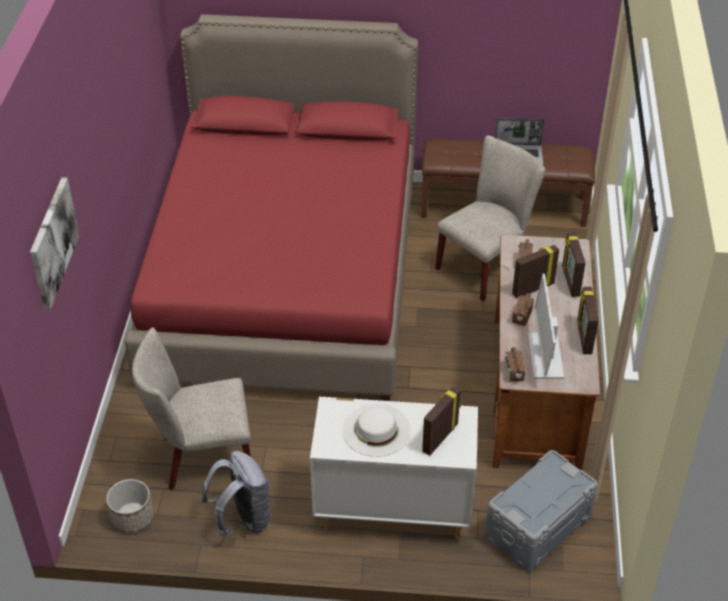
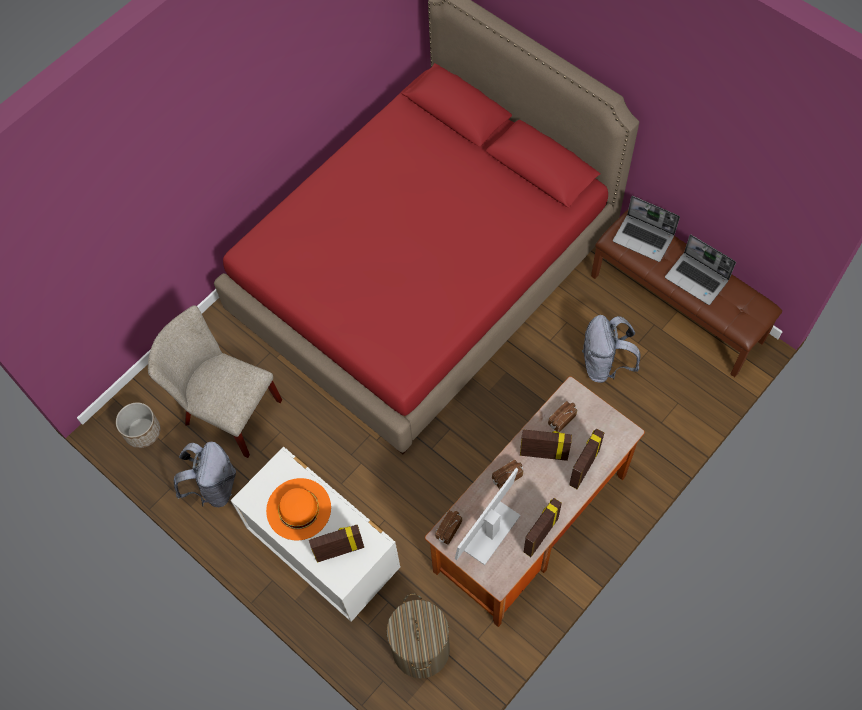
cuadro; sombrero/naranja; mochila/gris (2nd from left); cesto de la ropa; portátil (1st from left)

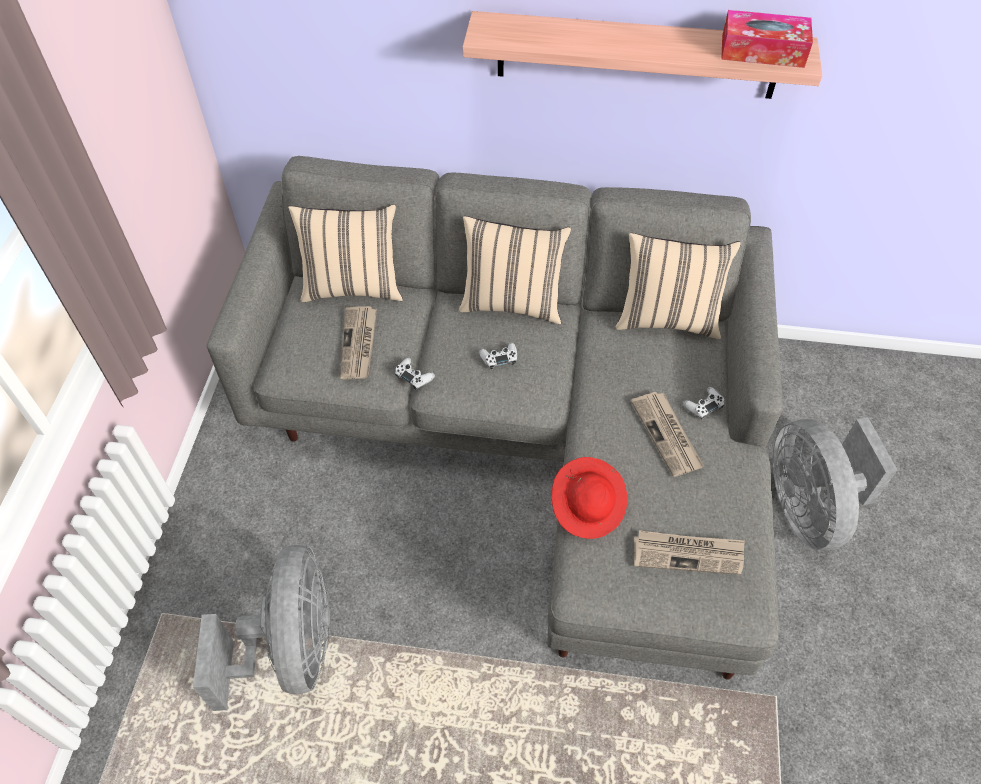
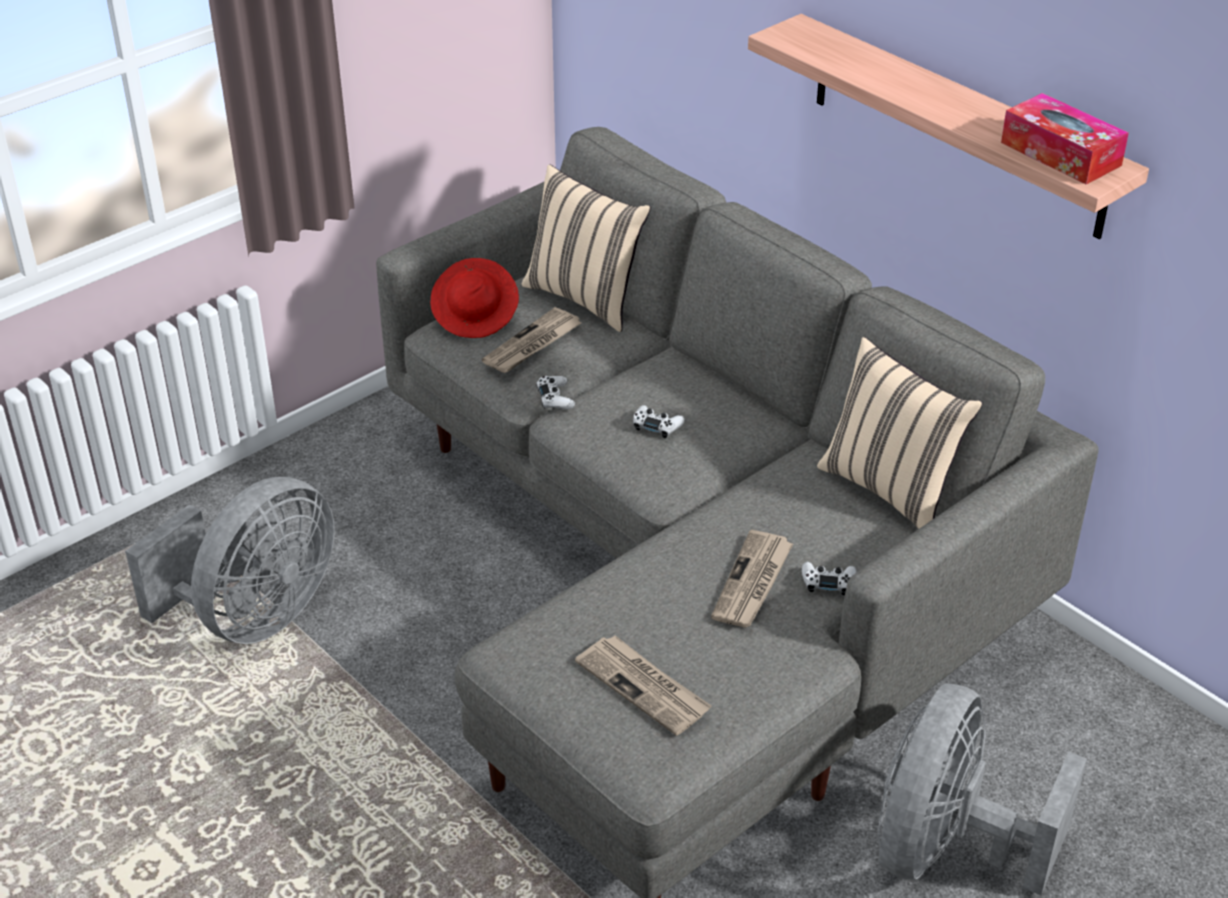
cojín/beis (2nd from left in the first image); sombrero/rojo

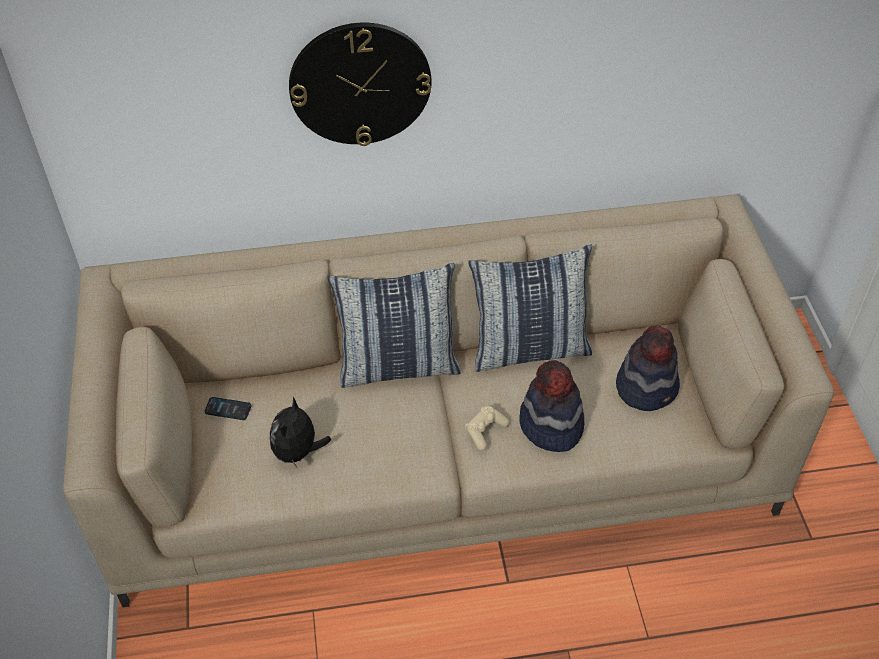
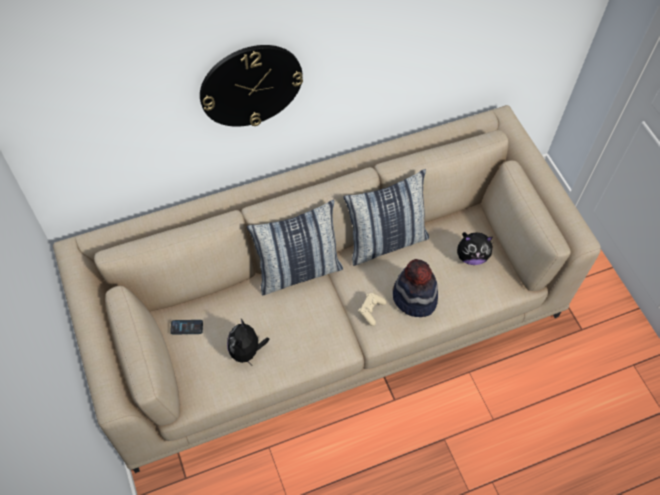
peluche (2nd from left)

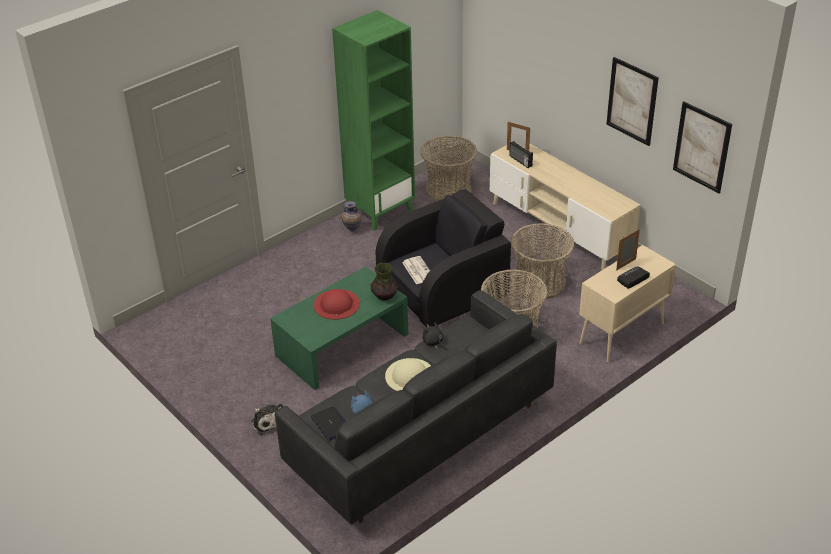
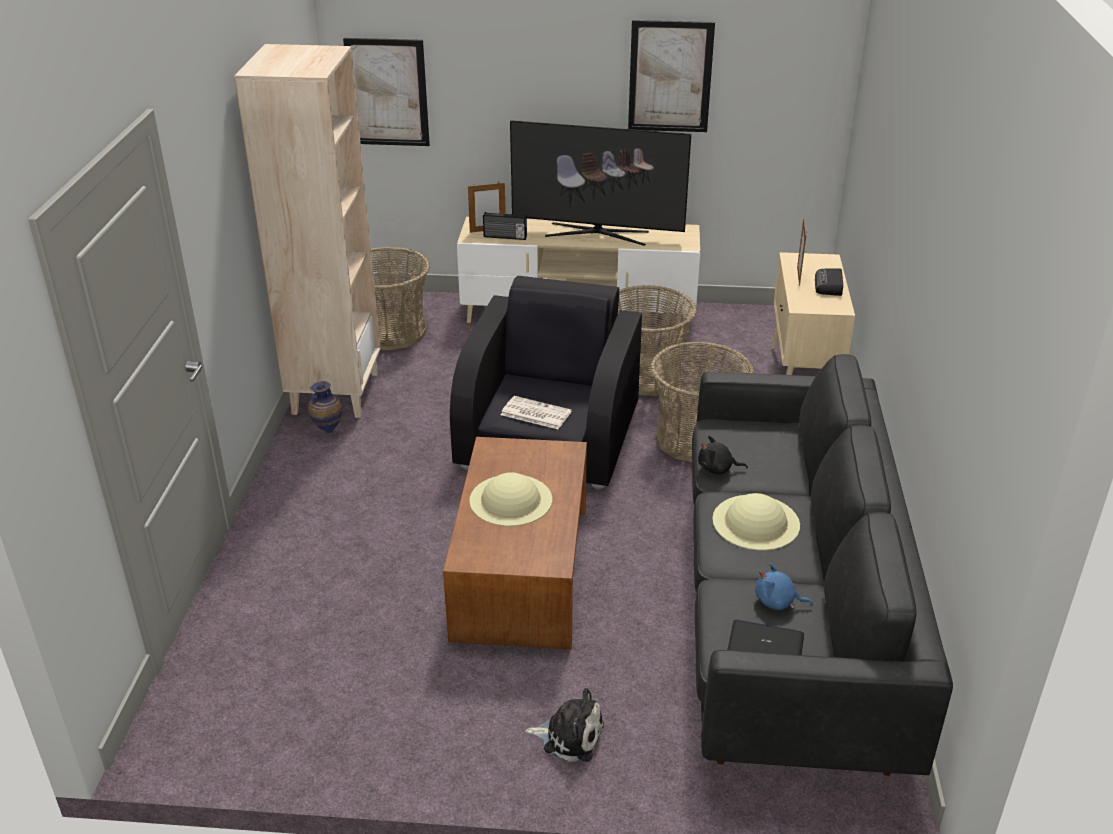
mesa de centro/marrón; sombrero/beis (1st from left); estantería/beis; florero (2nd from left in the first image); cuadro (1st from left); televisor

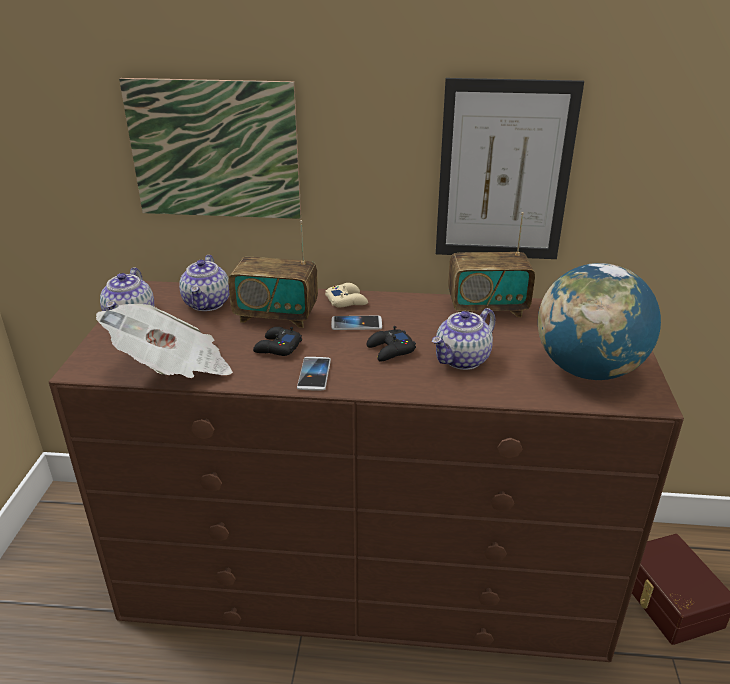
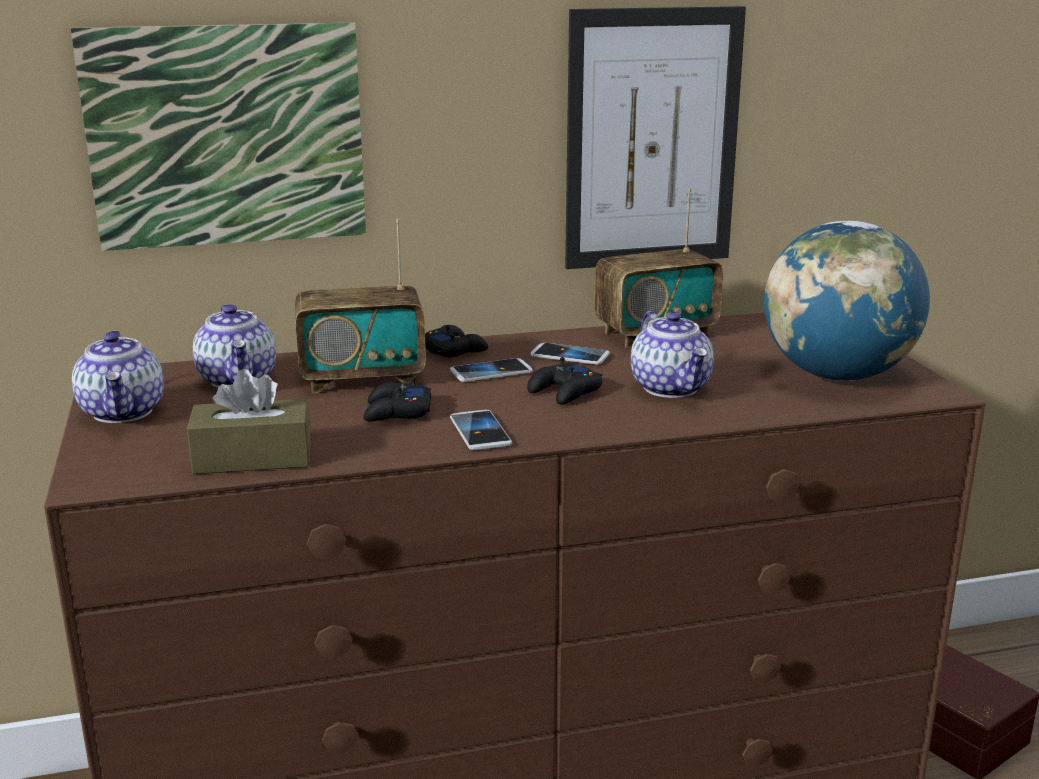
caja de pañuelos/marrón; mando de consola/negro (2nd from left); tetera (3rd from left); móvil (3rd from left)

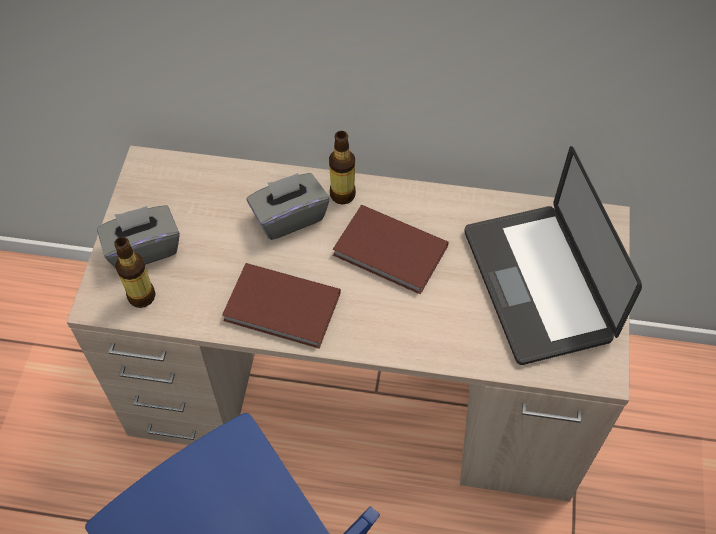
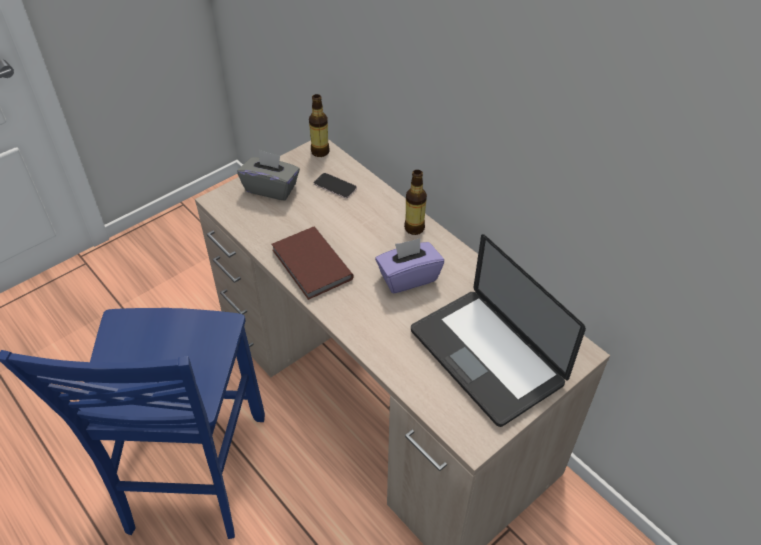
botella (1st from left); caja de pañuelos/gris (2nd from left in the first image); caja de pañuelos/morado; portátil; móvil

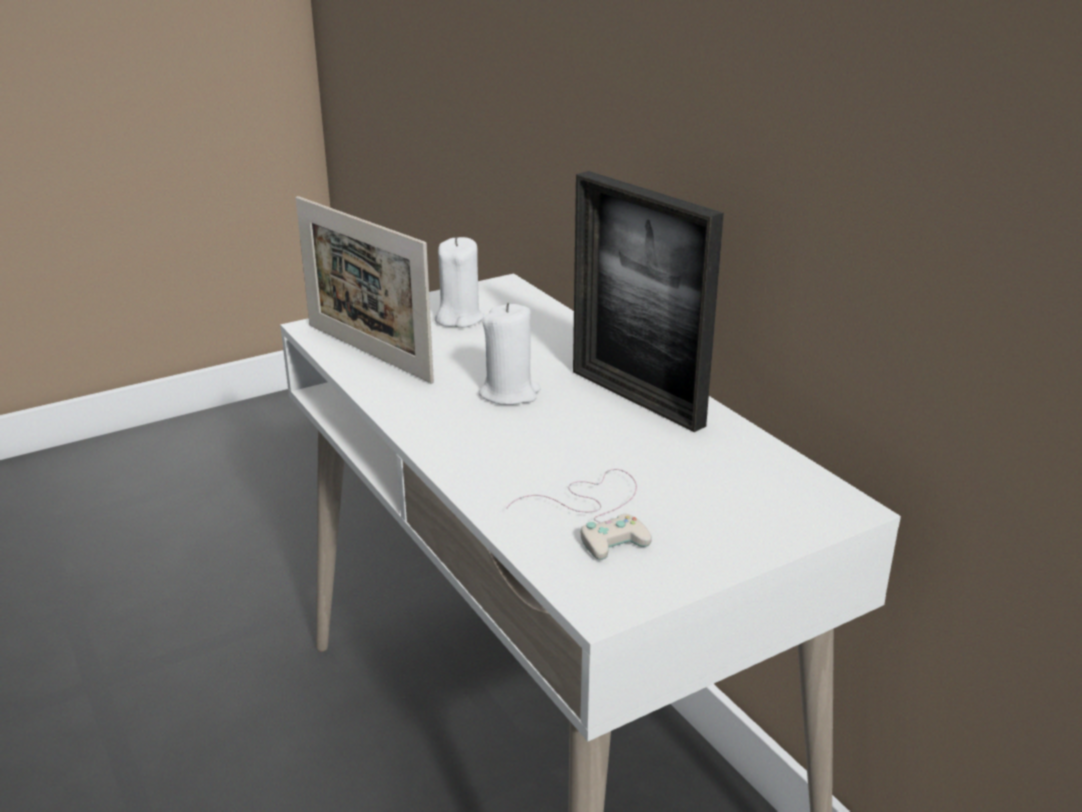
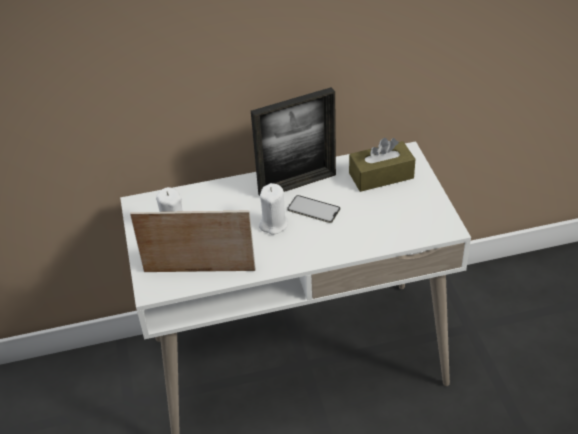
portarretratos (1st from left); mando de consola/blanco; móvil; caja de pañuelos/marrón

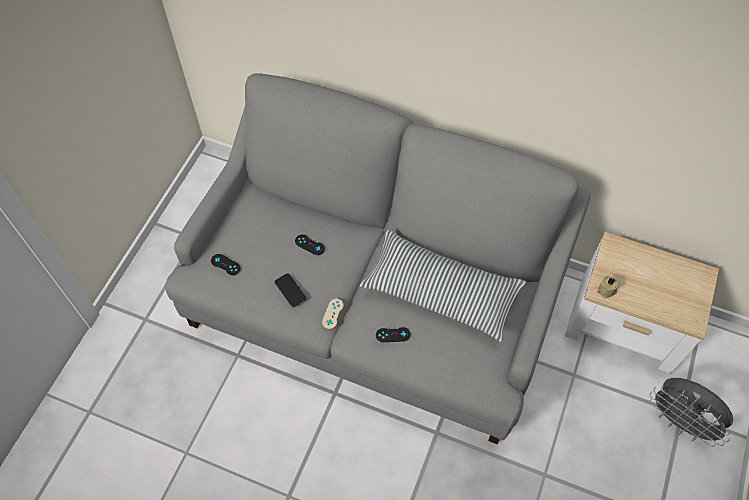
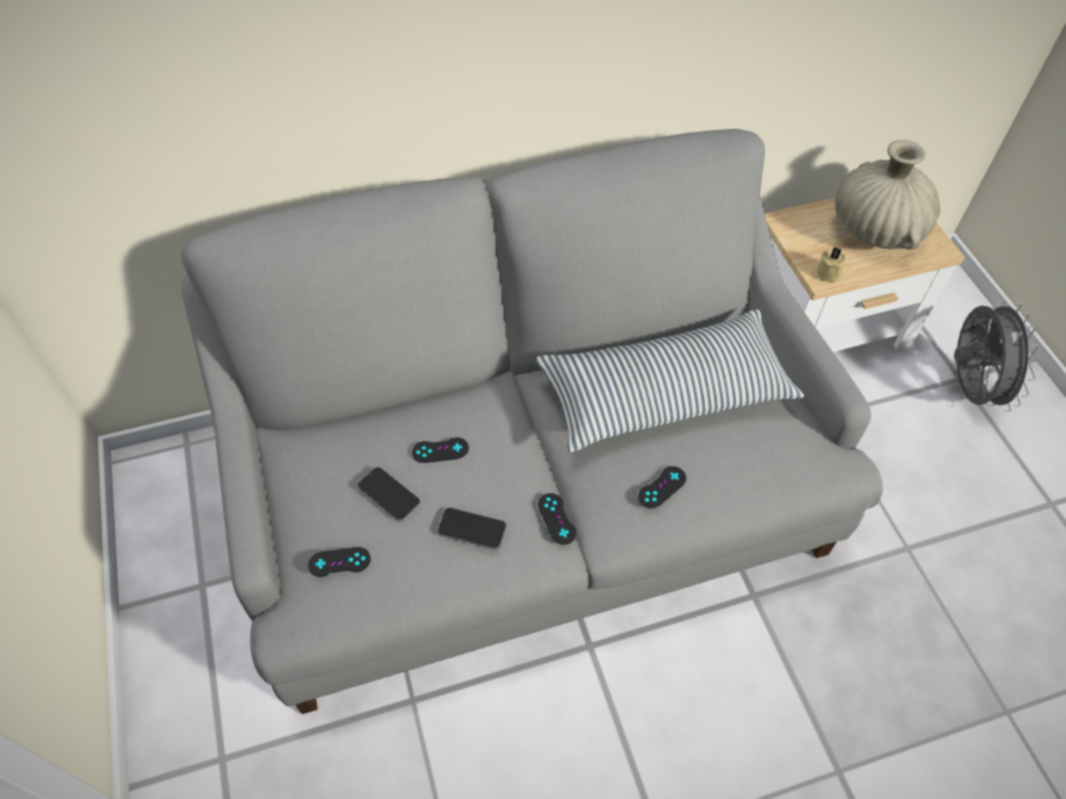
mando de consola/negro (3rd from left); ventilador/gris; móvil (1st from left); florero/beis

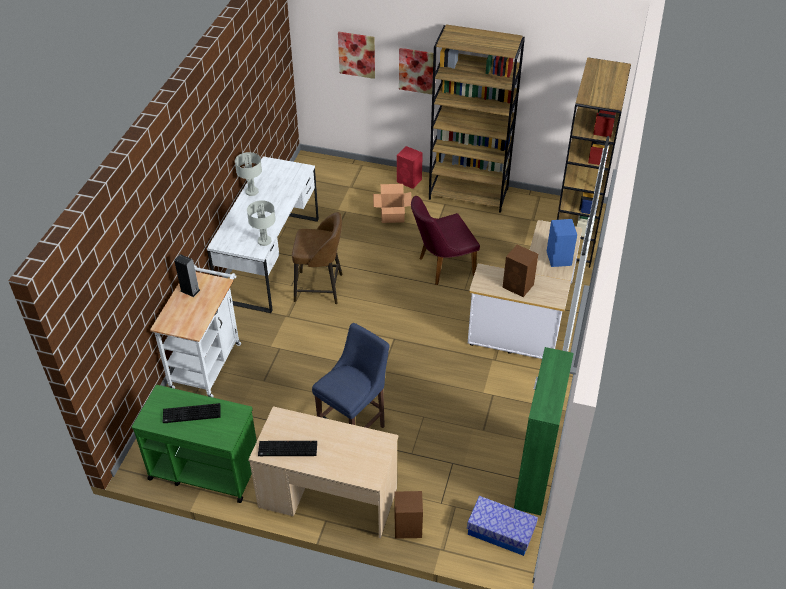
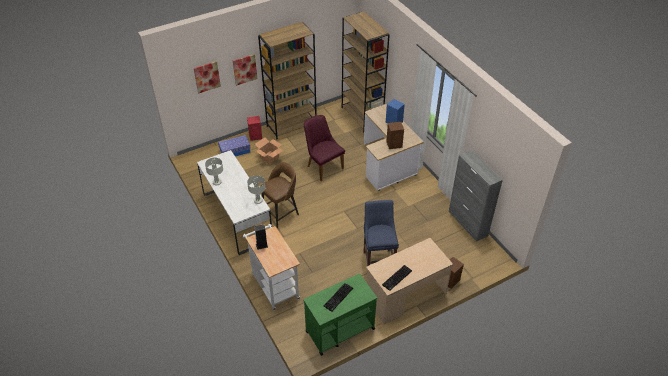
silla/morado; caja de almacenaje; armario/gris

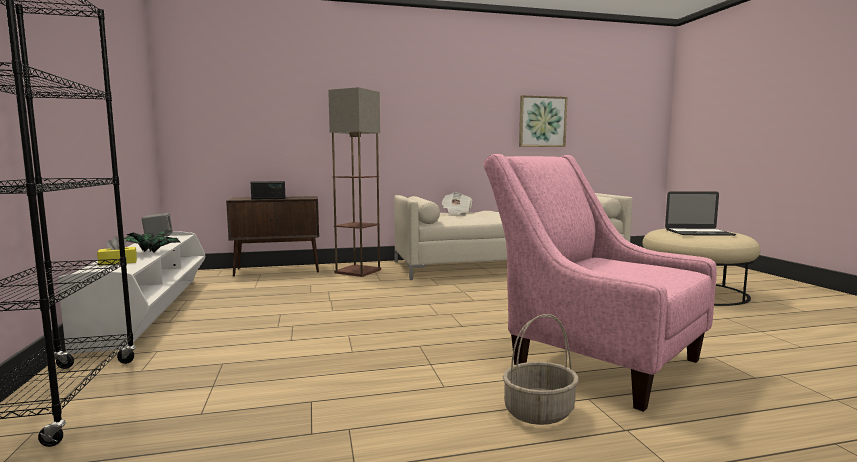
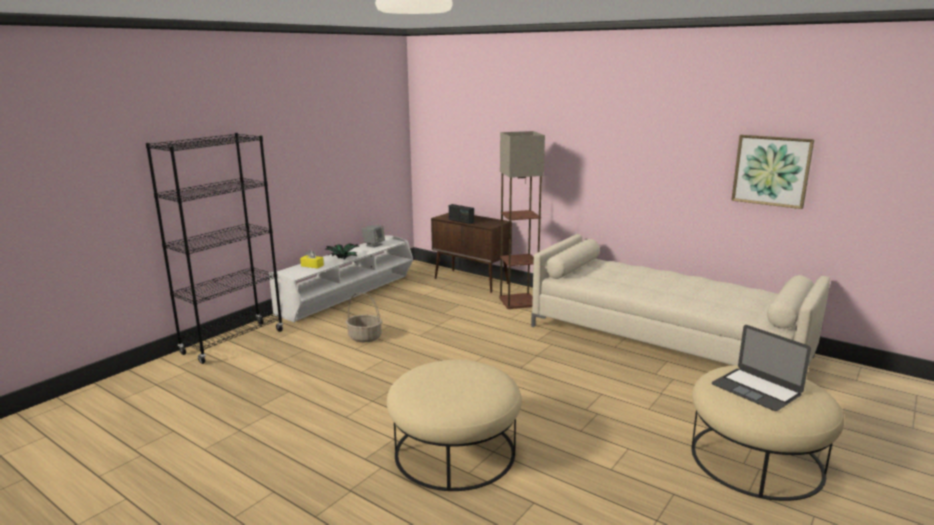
periódico; puf/beis (1st from left); cesta

